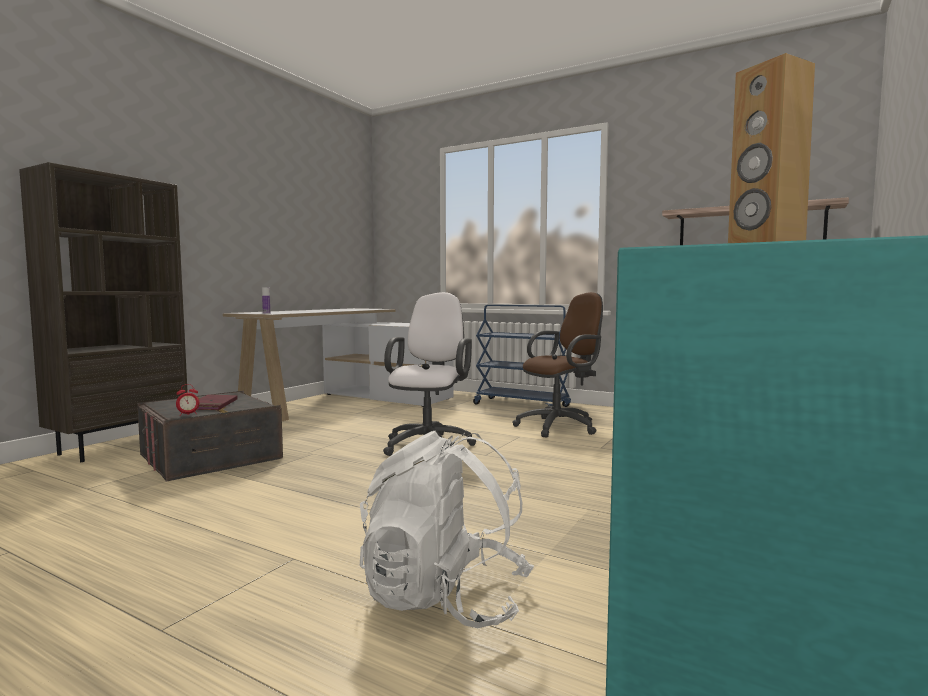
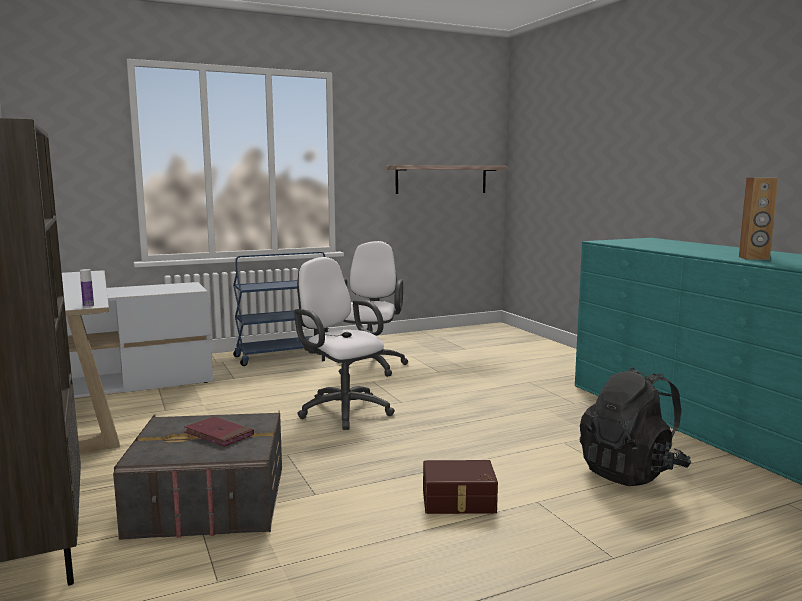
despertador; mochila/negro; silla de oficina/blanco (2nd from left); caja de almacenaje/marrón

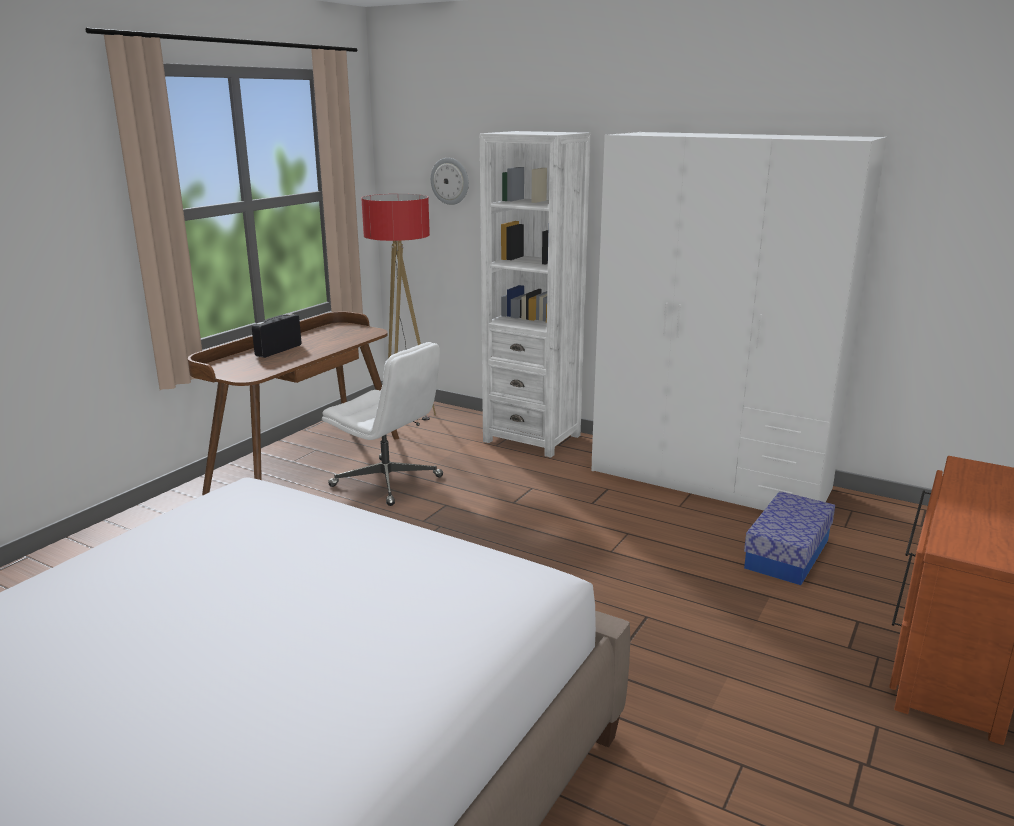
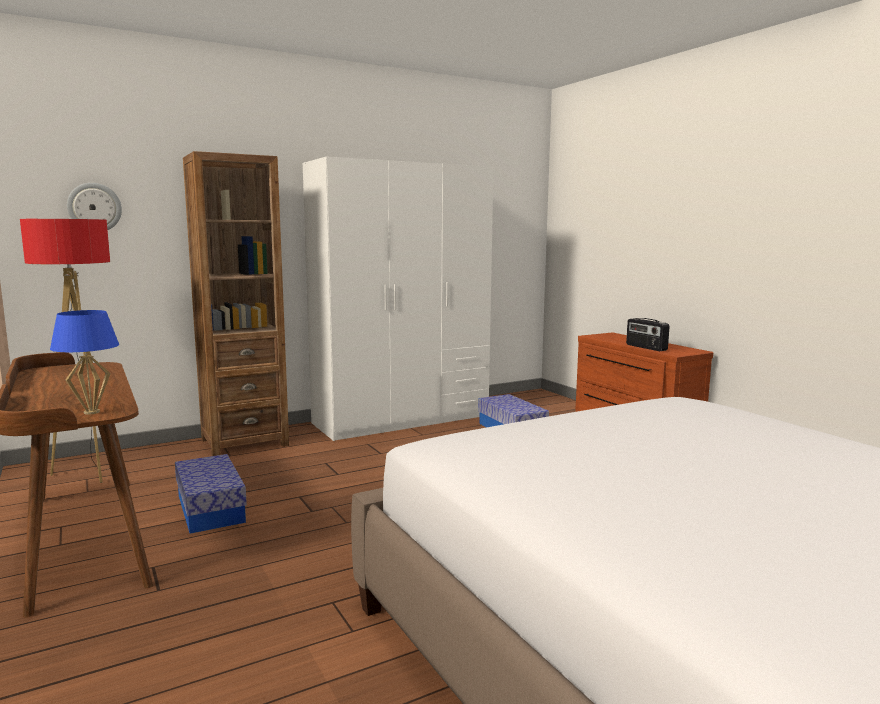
radio; caja de almacenaje (1st from left); estantería/marrón; lámpara de mesa/azul

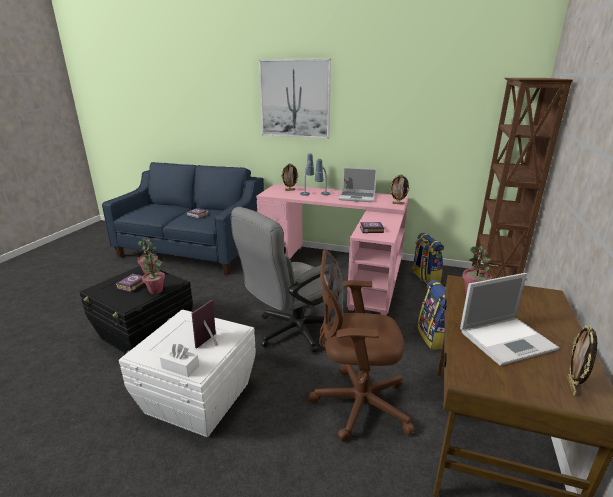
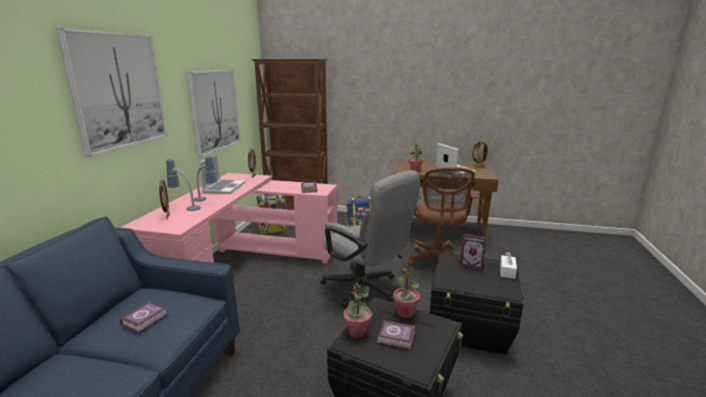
caja de almacenaje/negro (2nd from left); cuadro (2nd from left)

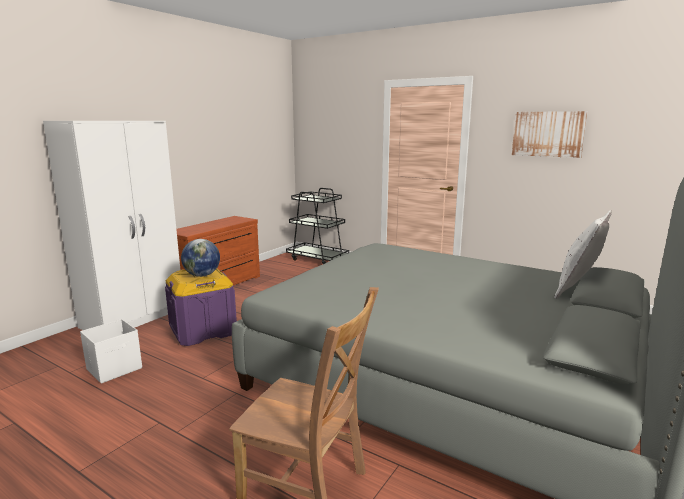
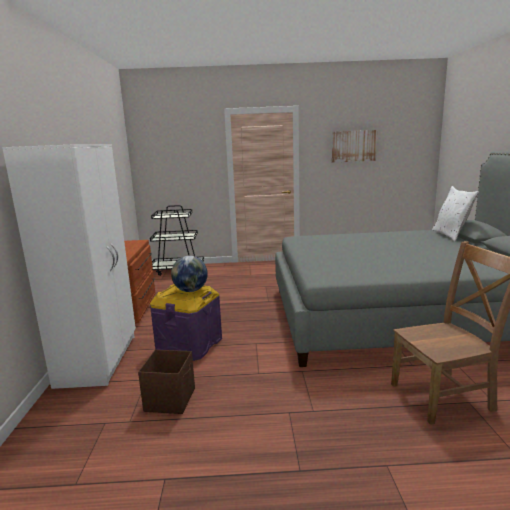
caja de almacenaje/marrón

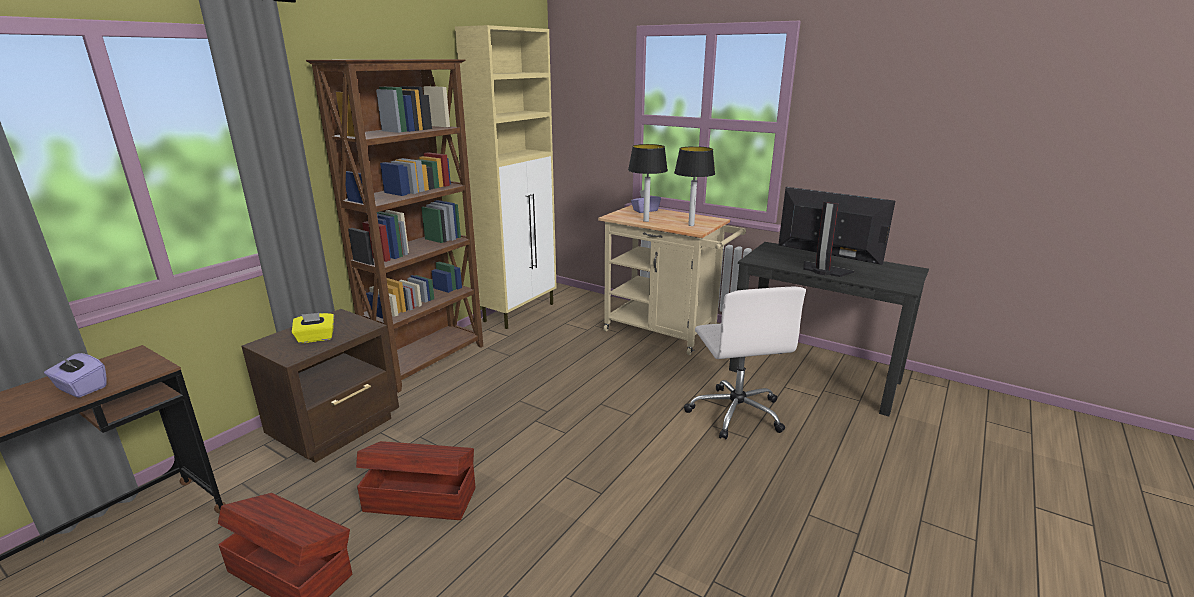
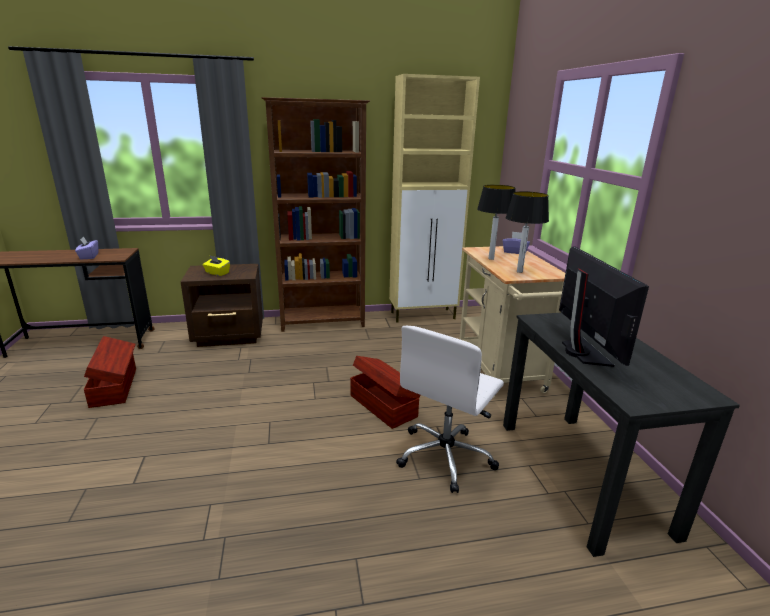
caja de almacenaje/marrón (2nd from left)

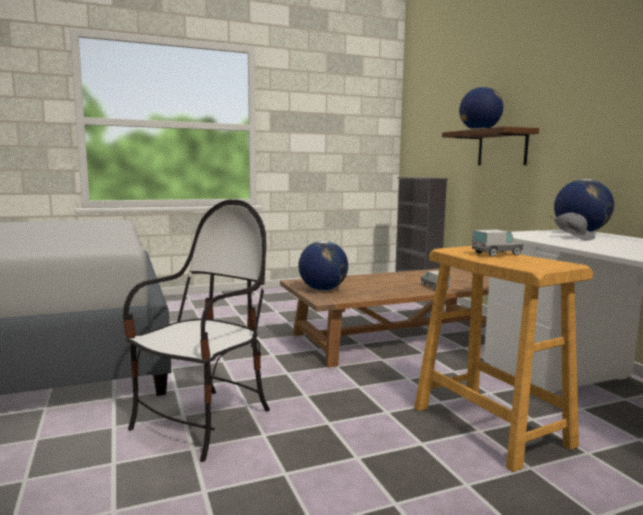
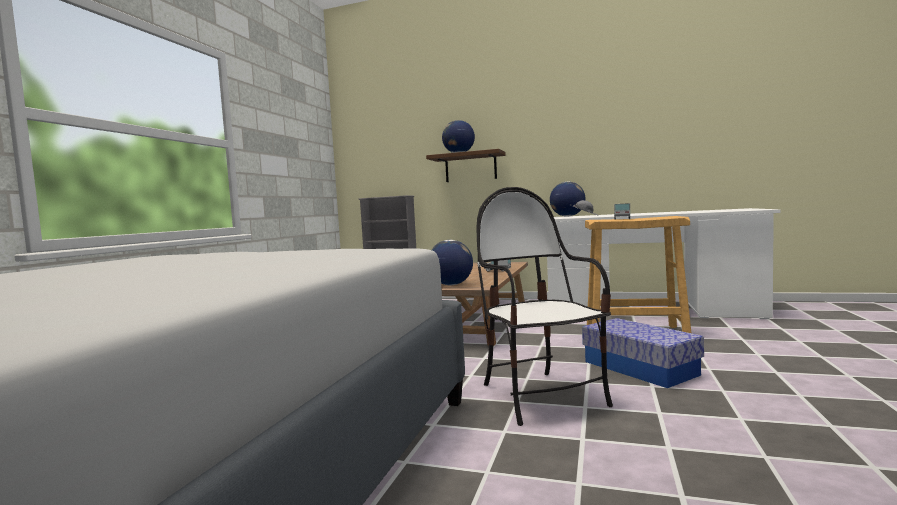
caja de almacenaje

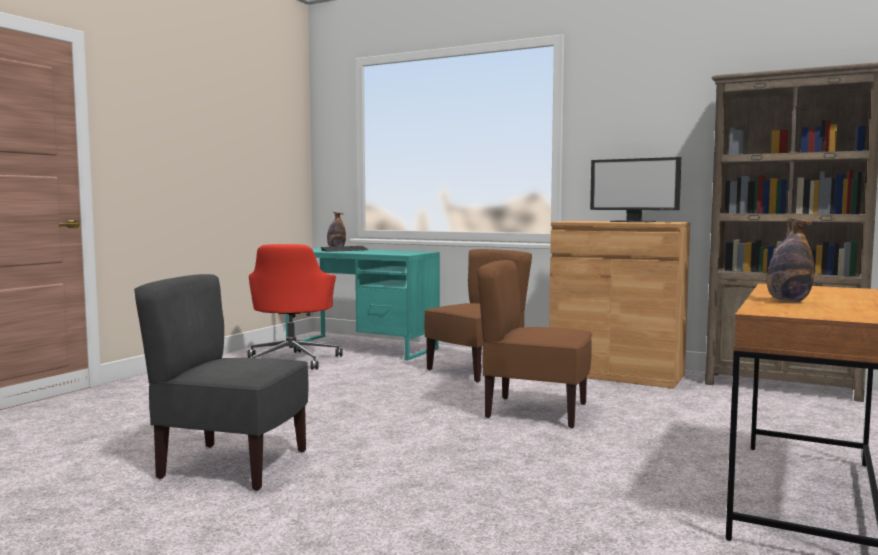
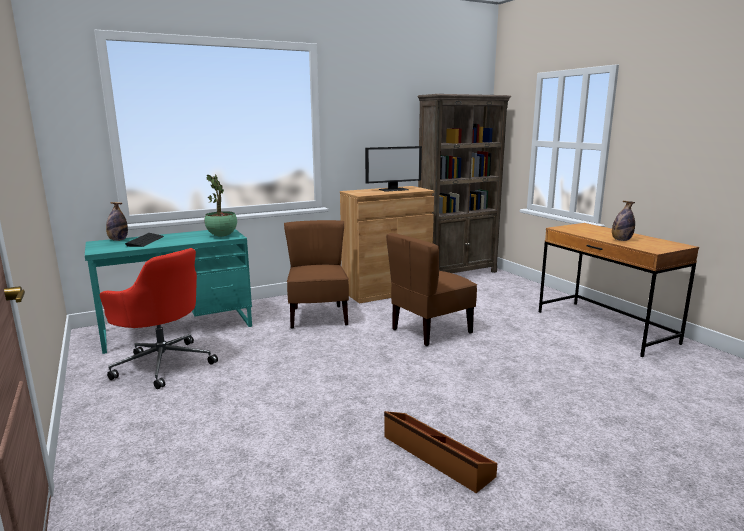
caja de almacenaje/marrón; planta en maceta

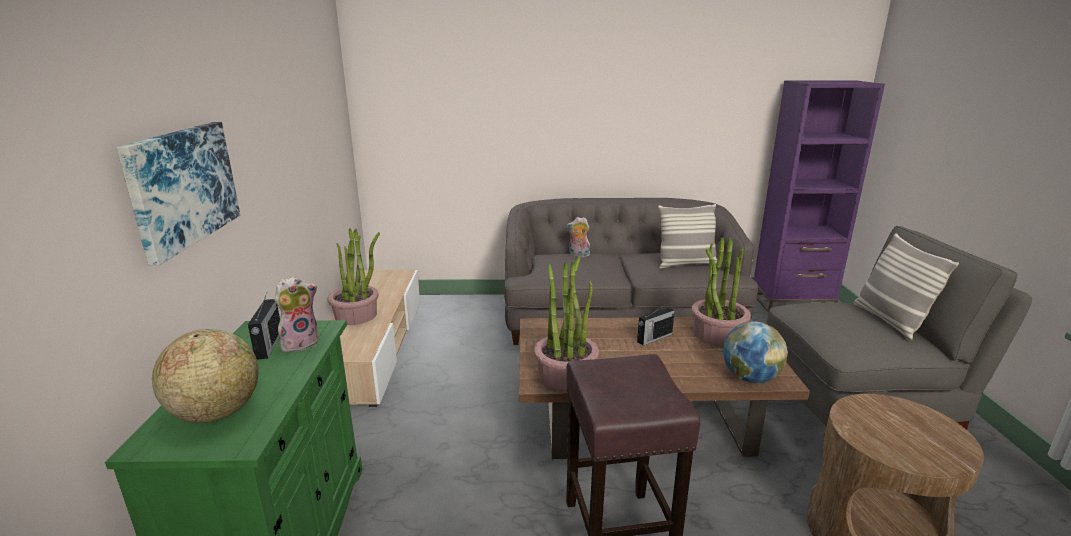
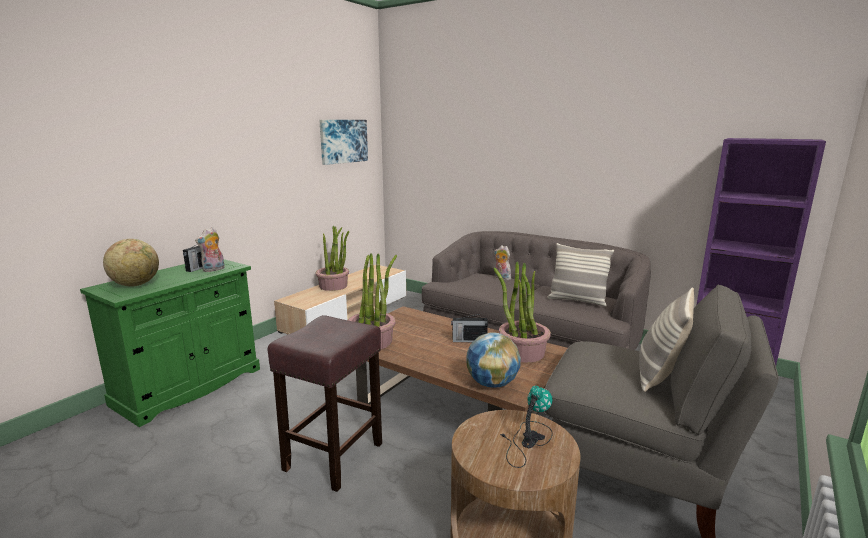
cuadro; peluche (1st from left); lámpara de mesa

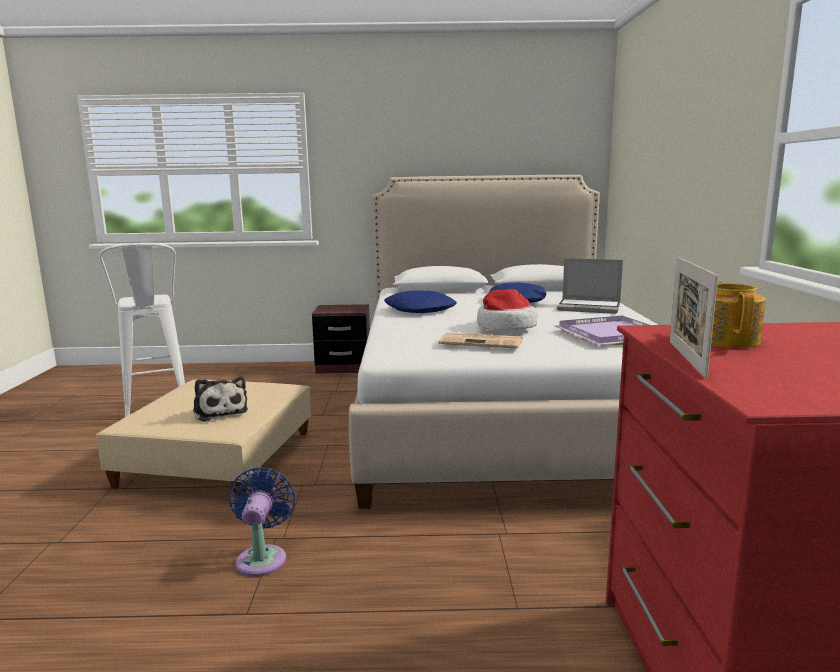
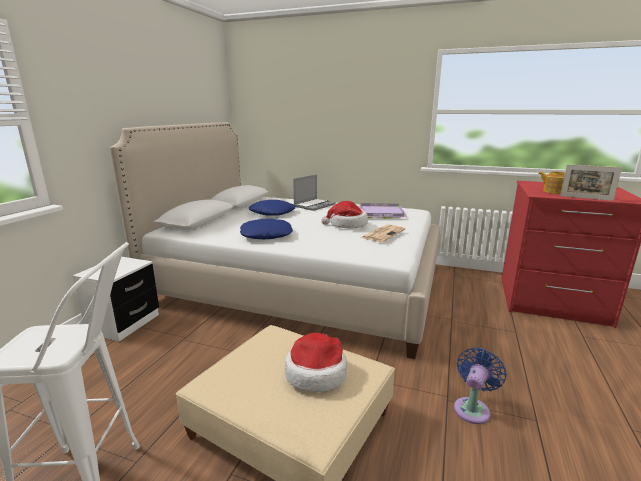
sombrero (1st from left); ventilador/azul; mesita de noche/blanco

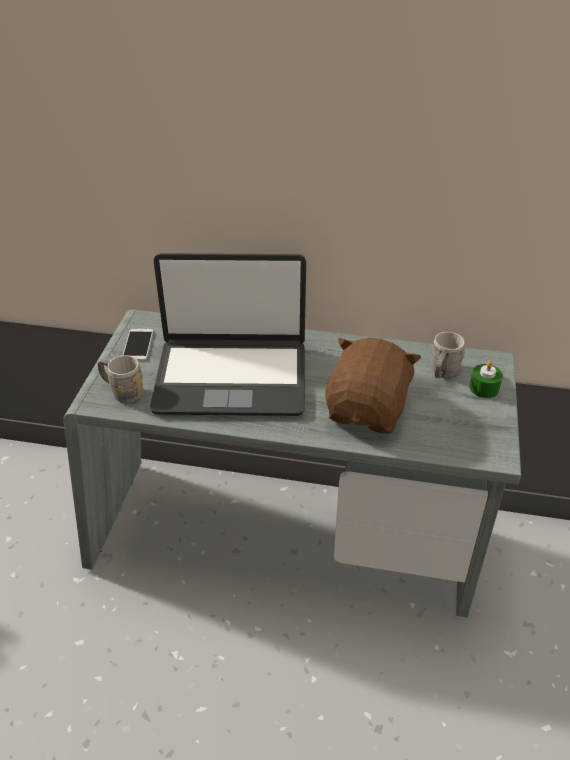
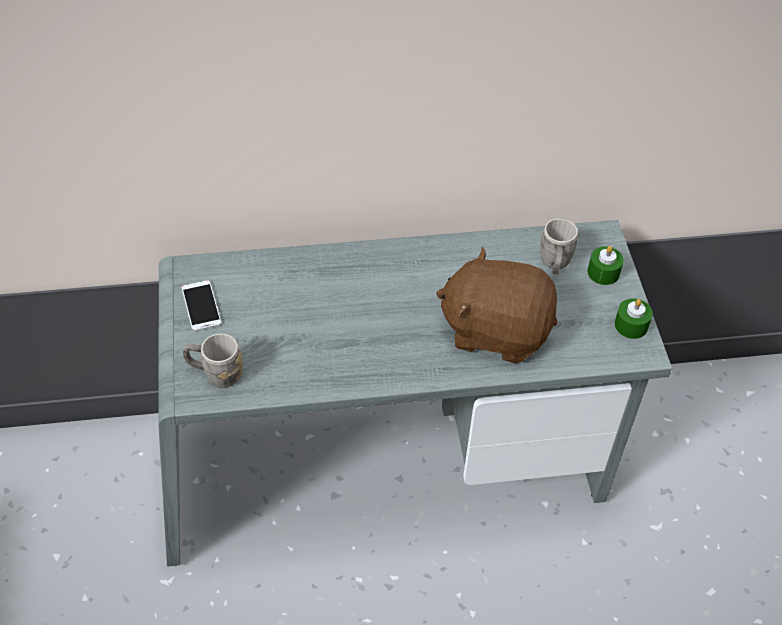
portátil; peluche/marrón; vela/verde (2nd from left)

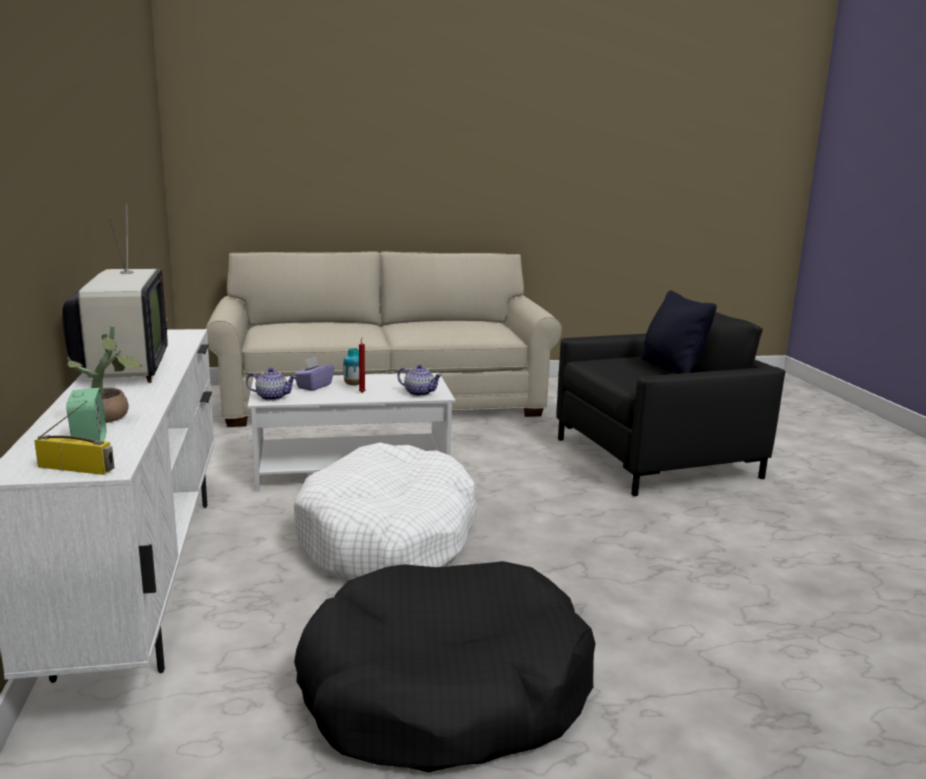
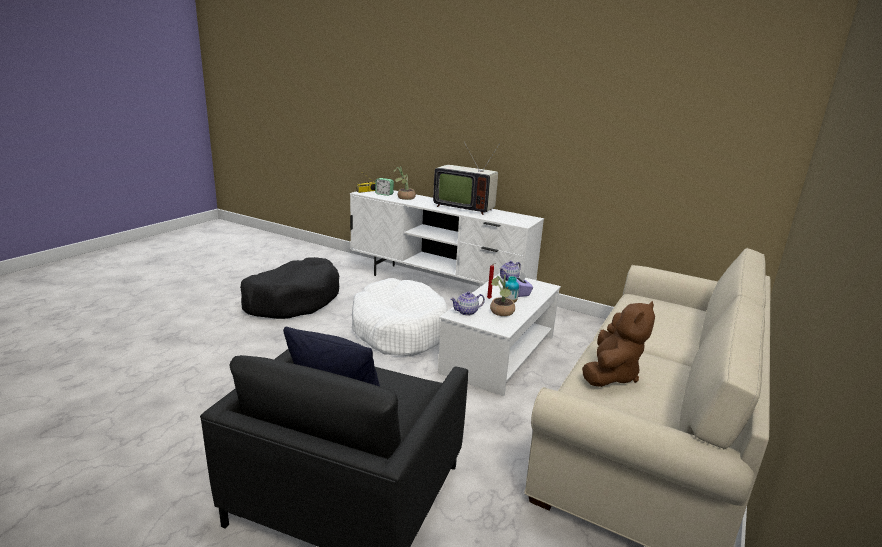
planta en maceta (2nd from left); peluche/marrón

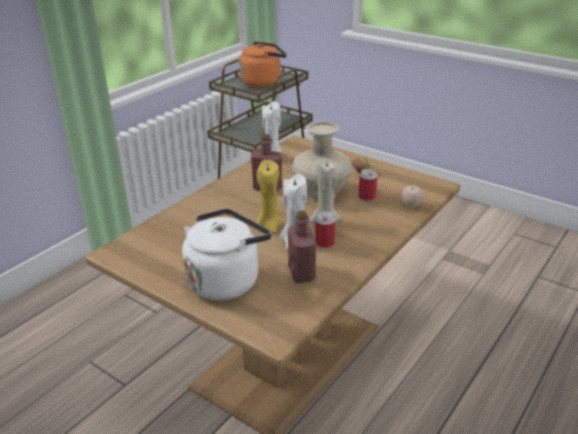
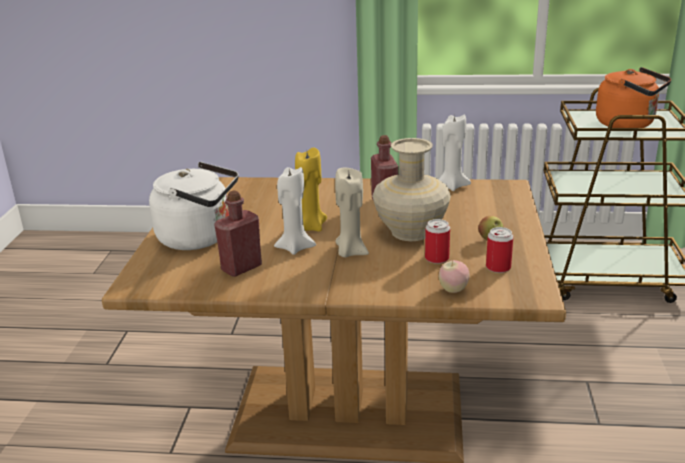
lata (2nd from left)

